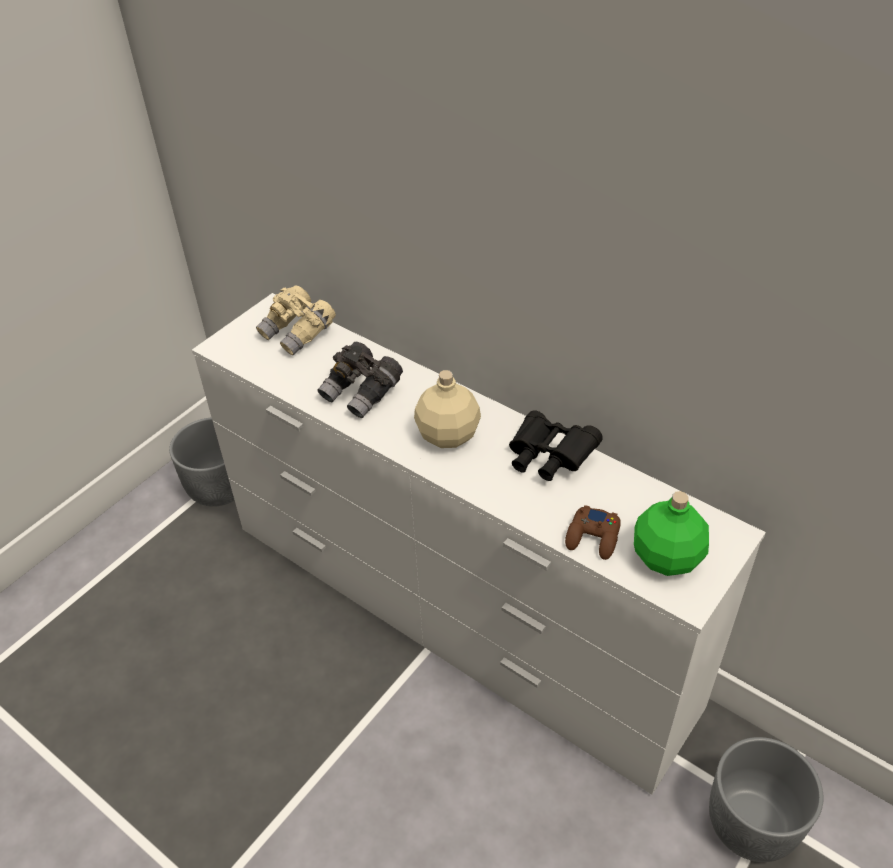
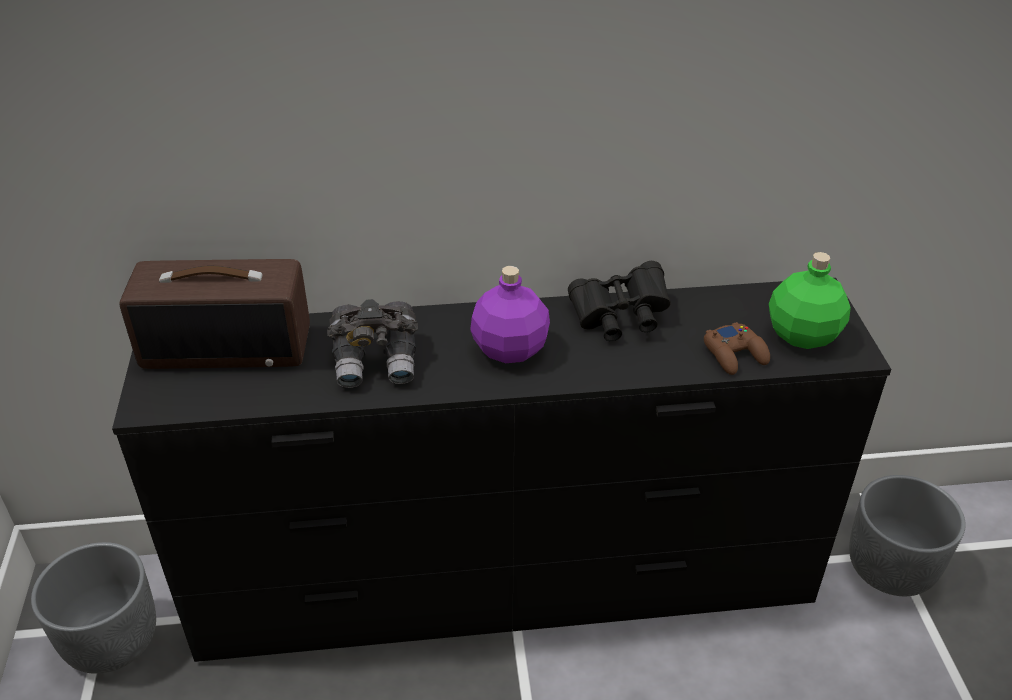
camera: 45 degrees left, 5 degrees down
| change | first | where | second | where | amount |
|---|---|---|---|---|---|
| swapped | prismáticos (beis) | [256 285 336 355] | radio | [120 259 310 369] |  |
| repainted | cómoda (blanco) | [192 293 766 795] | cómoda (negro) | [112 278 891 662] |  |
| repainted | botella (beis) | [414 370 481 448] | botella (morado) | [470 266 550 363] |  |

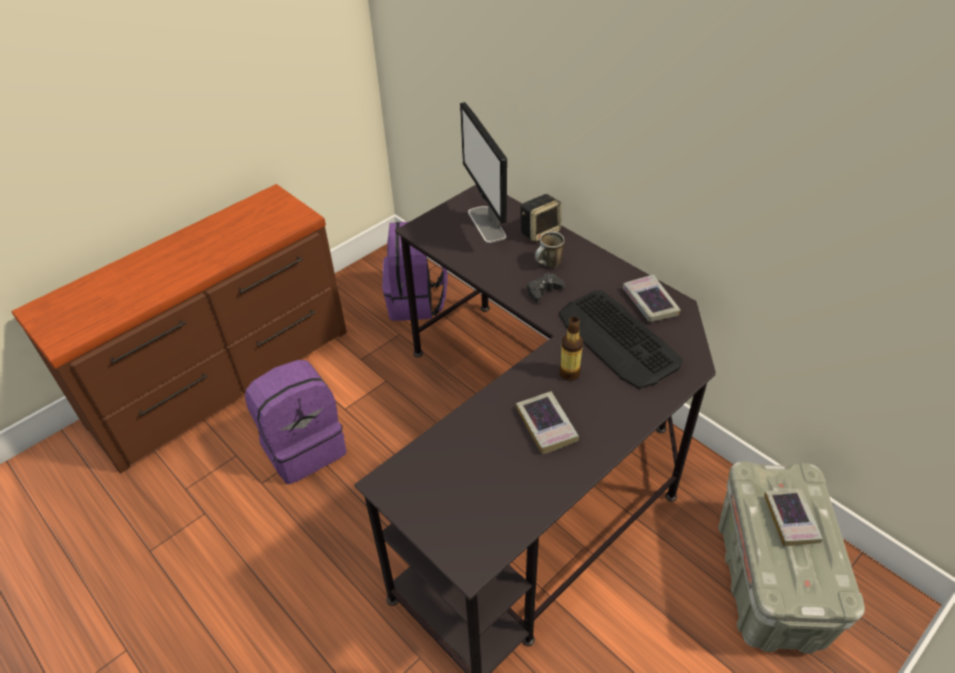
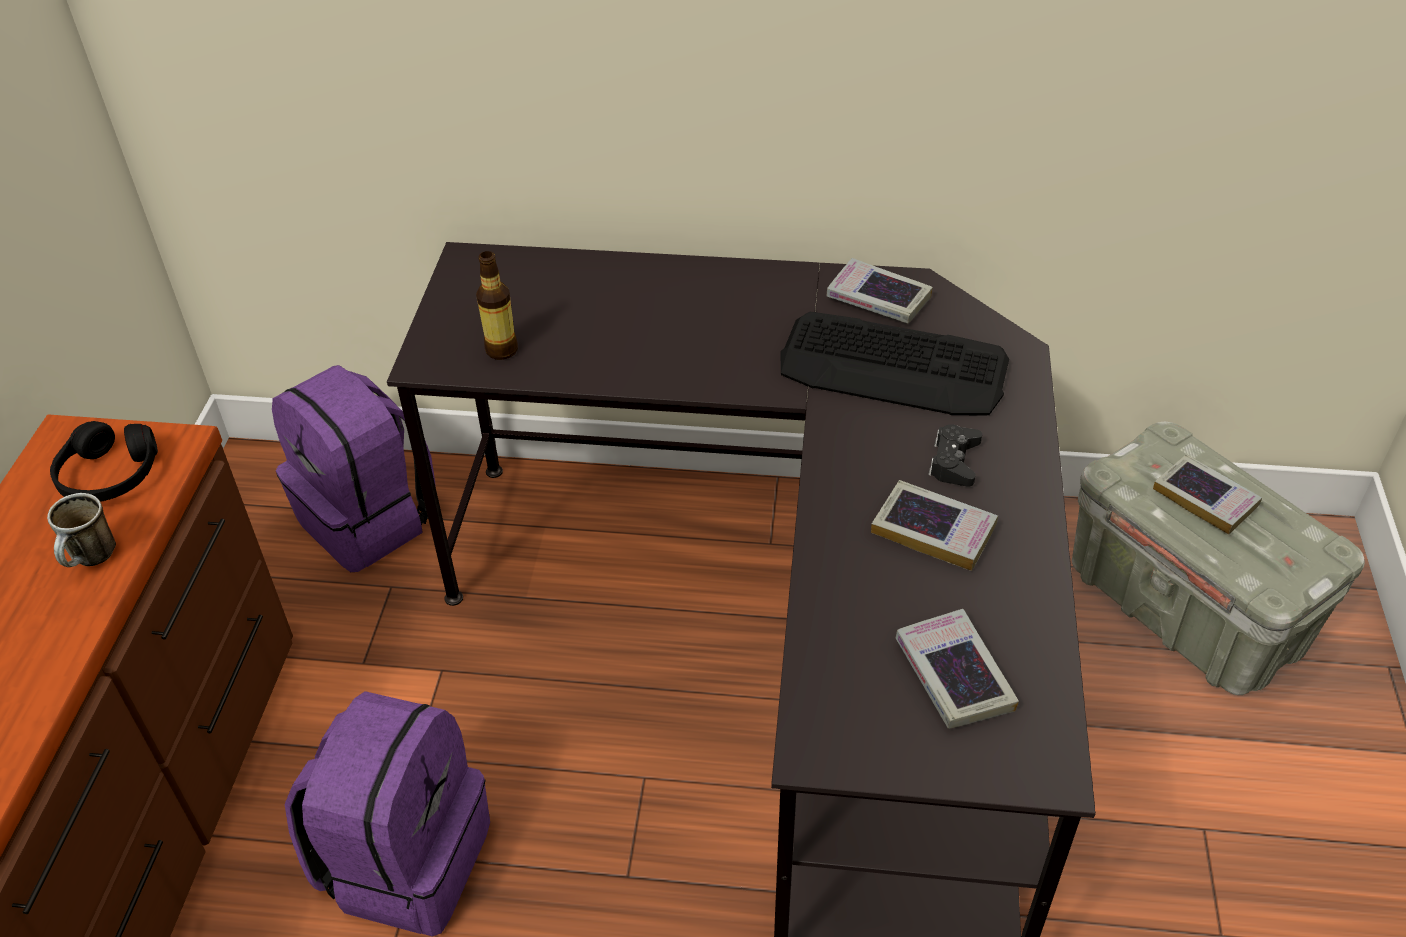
camera: 40 degrees left, 0 degrees up
| change | first | where | second | where | amount |
|---|---|---|---|---|---|
| gone | monitor | [460 102 507 243] |  |  |  |
| gone | altavoz | [520 194 561 242] |  |  |  |
| shifted | taza grande | [535 231 565 268] |  | [47 493 116 567] |  |
| shifted | mando de consola (negro) | [527 273 565 302] |  | [928 424 982 487] |  |
| shifted | botella | [559 317 583 381] |  | [476 251 518 360] |  |
| new |  |  | auriculares (negro) | [50 421 158 502] |  |
| new |  |  | libro | [896 609 1019 729] |  |

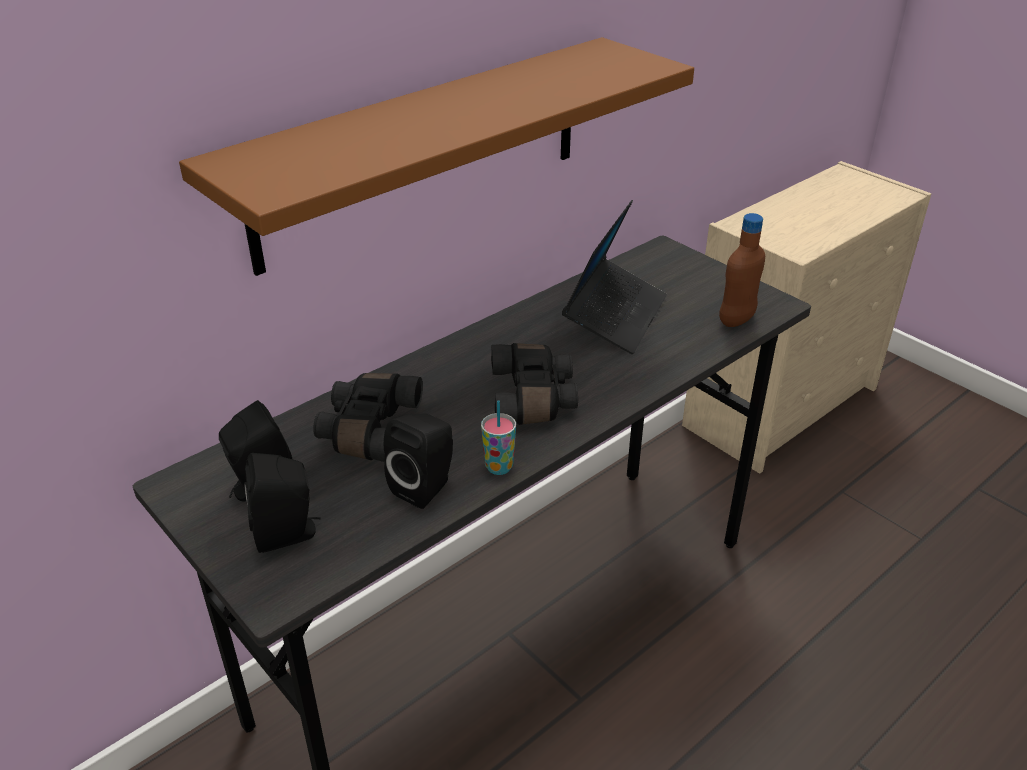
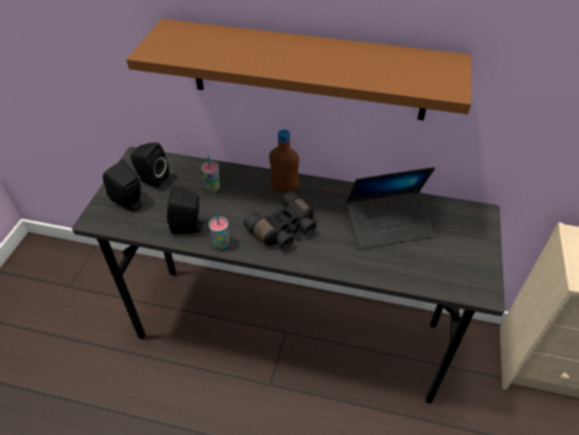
camera: 55 degrees right, 10 degrees up
| change | first | where | second | where | amount |
|---|---|---|---|---|---|
| shifted | botella (marrón) | [719 213 765 327] |  | [269 129 299 192] |  |
| swapped | prismáticos (negro) | [313 373 423 462] | taza | [201 156 220 192] |  |

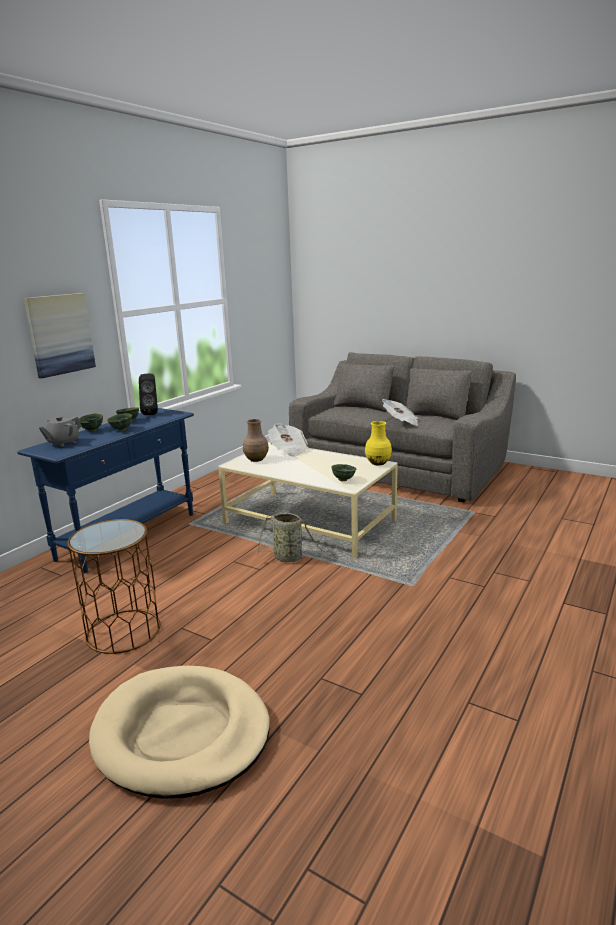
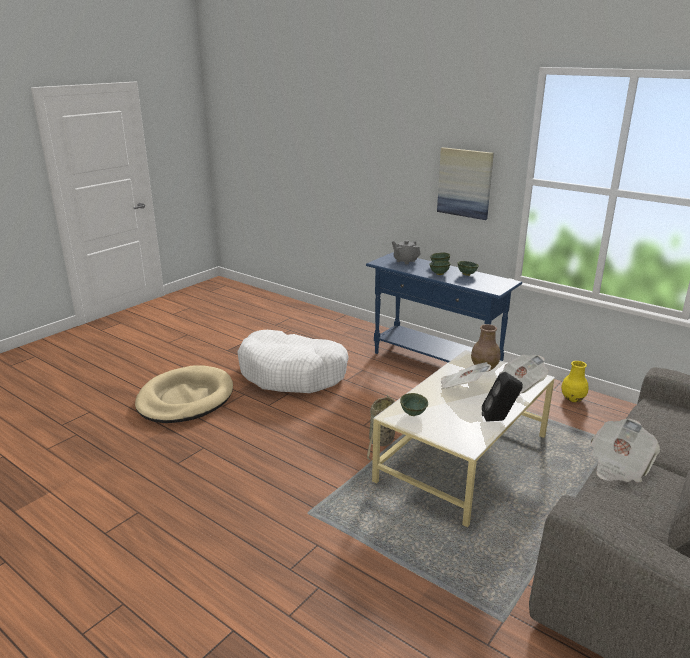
camera: 95 degrees right, 5 degrees up
| change | first | where | second | where | amount |
|---|---|---|---|---|---|
| shifted | altavoz (negro) | [139 374 158 415] |  | [482 372 523 422] |  |
| shifted | florero (amarillo) | [365 421 392 465] |  | [561 361 588 402] |  |
| swapped | mesa auxiliar (marrón) | [67 519 160 654] | cama para perro (blanco) | [237 330 349 393] |  |
| new |  |  | periódico | [441 362 491 389] |  |

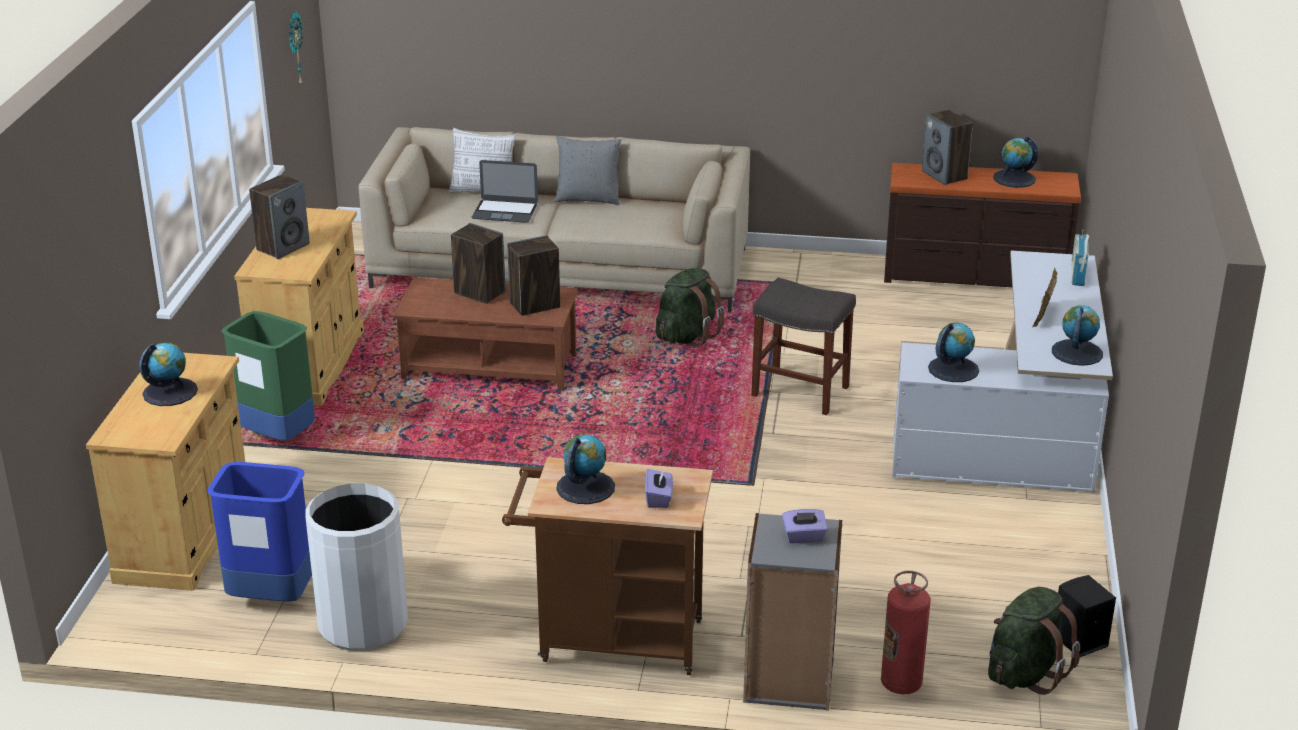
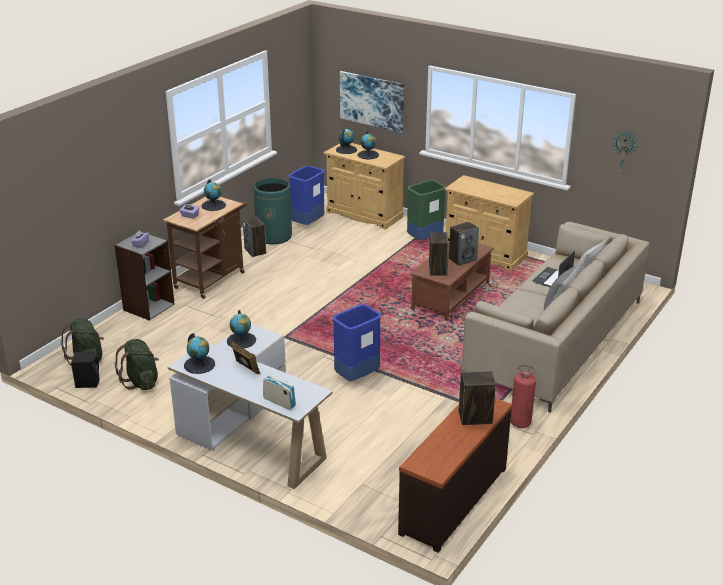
camera: 115 degrees right, 0 degrees up
| change | first | where | second | where | amount |
|---|---|---|---|---|---|
| shifted | globo terráqueo | [993 136 1039 188] |  | [336 129 357 154] |  |
| shifted | altavoz | [249 175 310 259] |  | [243 216 266 257] |  |
| shifted | mochila (verde) | [656 268 724 348] |  | [114 339 159 390] |  |
| swapped | taburete (gris) | [751 278 856 415] | papelera (azul) | [332 304 382 381] |  |
| repainted | papelera (blanco) | [305 483 408 651] | papelera (verde) | [253 178 292 245] |  |
| shifted | extintor | [881 571 931 694] |  | [510 365 536 428] |  |
| new |  |  | cuadro | [340 71 404 133] |  |

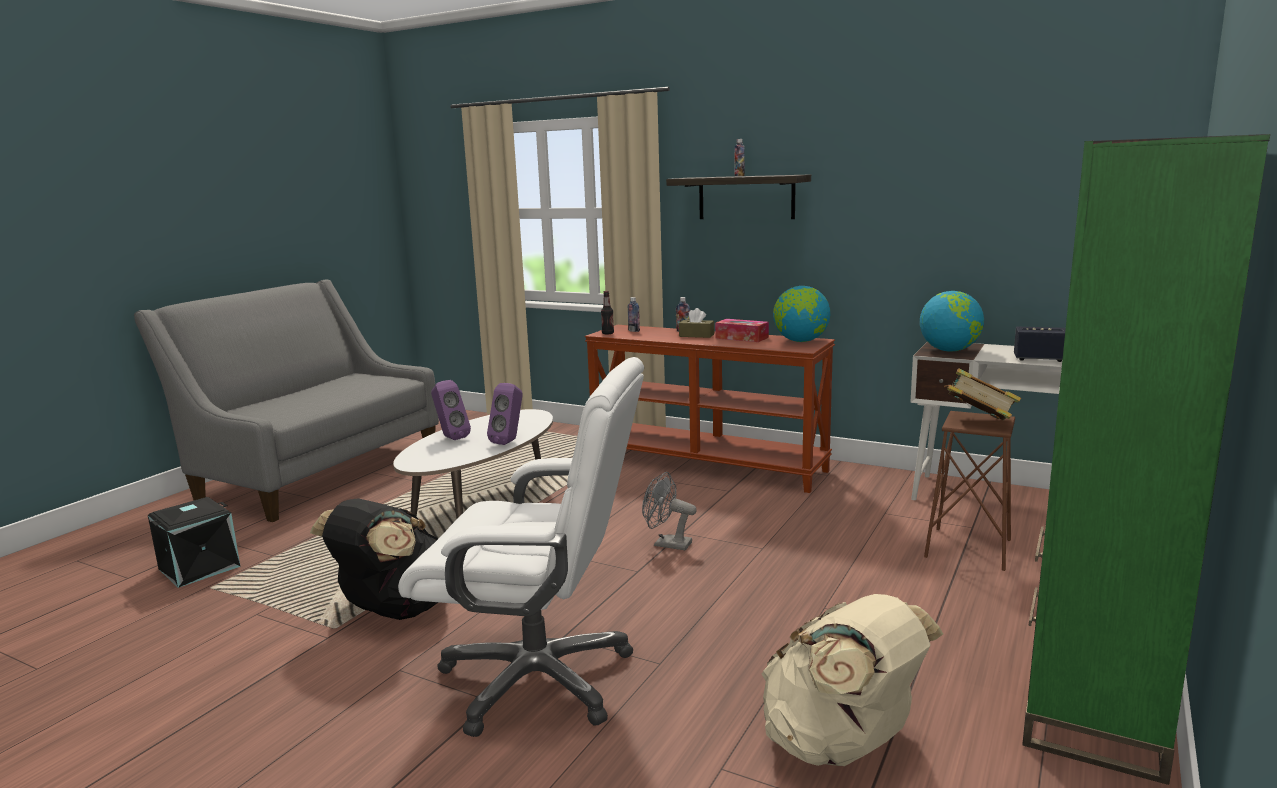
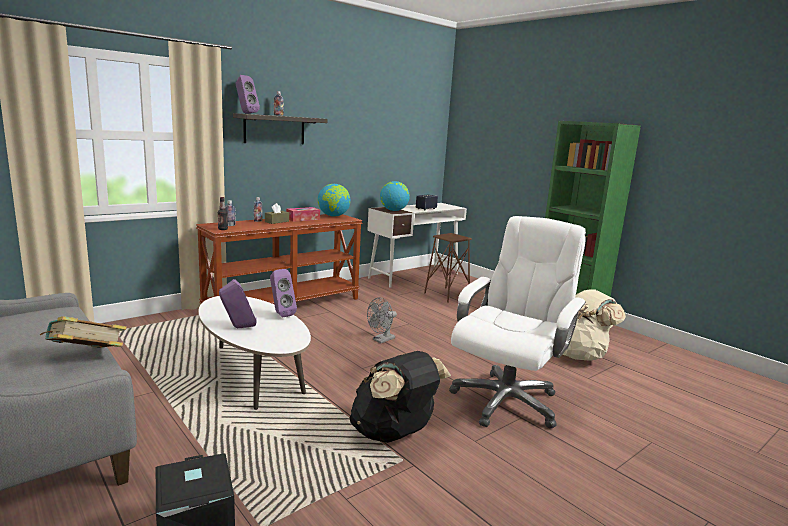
camera: 70 degrees left, 0 degrees up
| change | first | where | second | where | amount |
|---|---|---|---|---|---|
| shifted | libro | [944 368 1021 420] |  | [40 316 127 348] |  |
| new |  |  | altavoz (morado) | [236 75 260 114] |  |

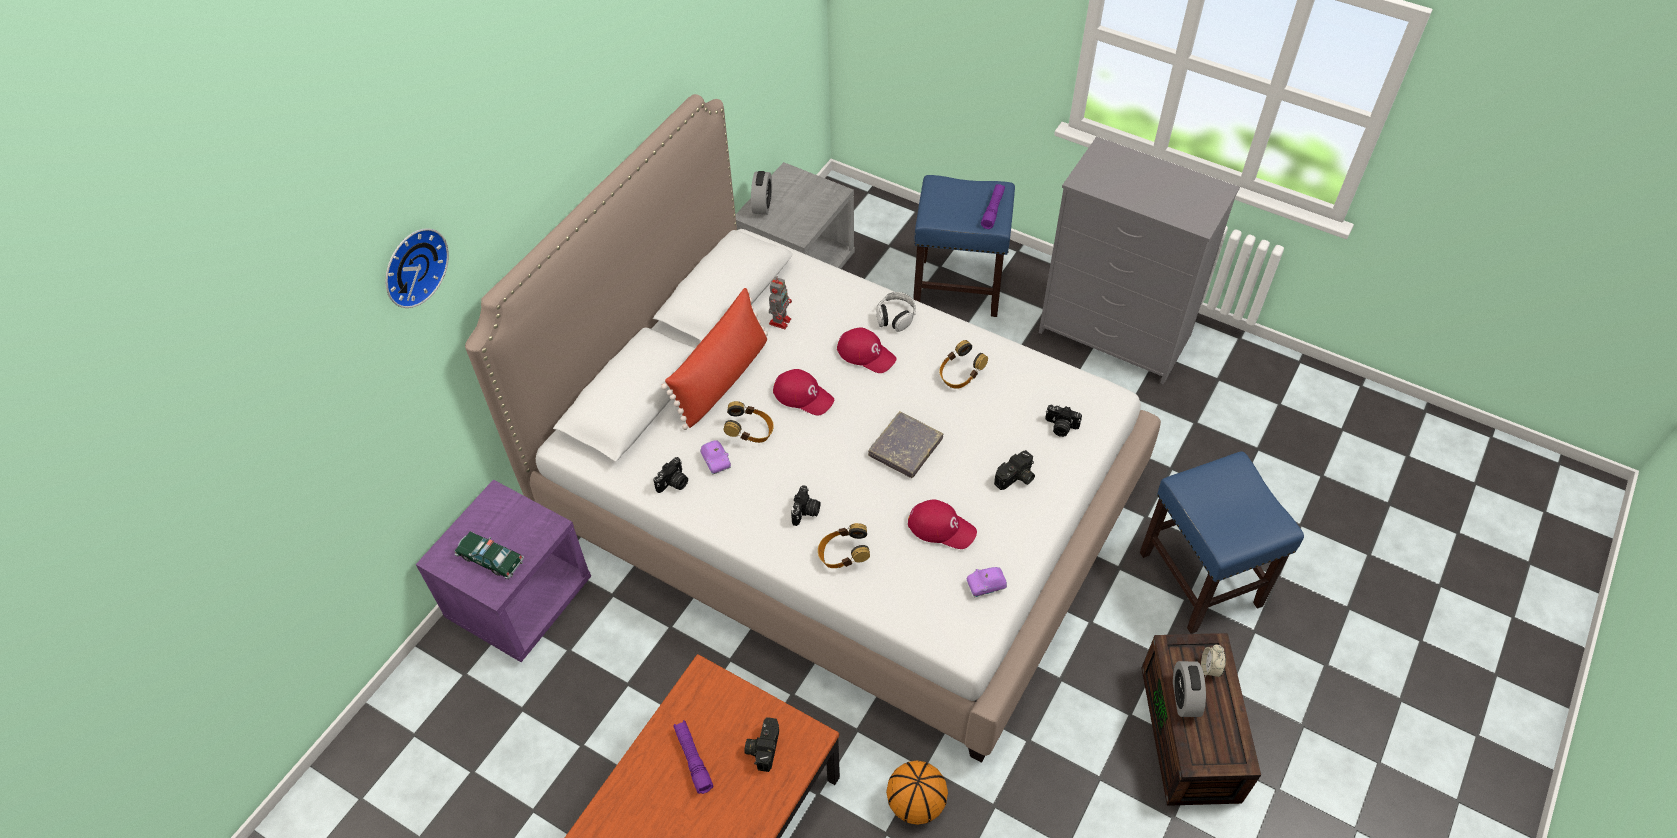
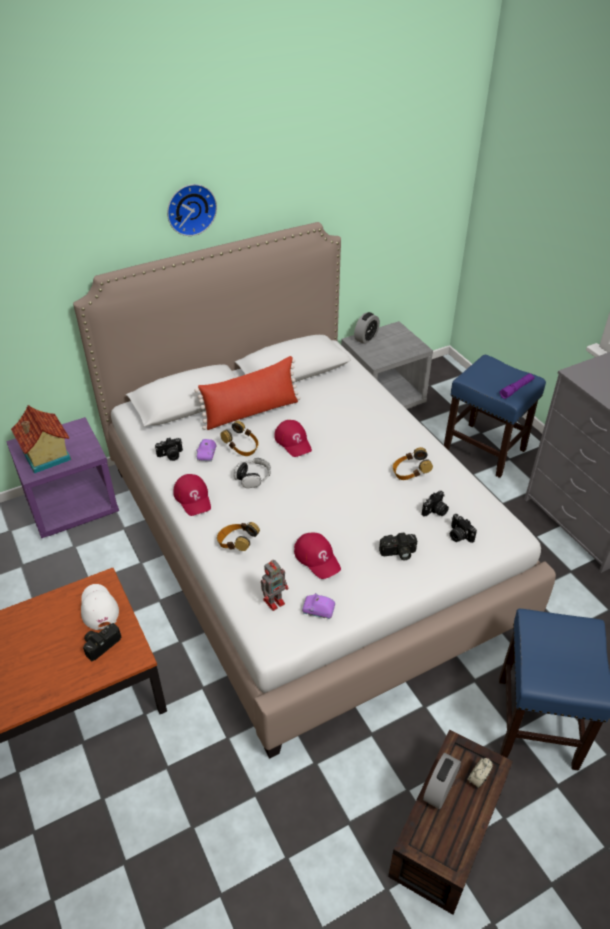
camera: 30 degrees right, 10 degrees down
| change | first | where | second | where | amount |
|---|---|---|---|---|---|
| shifted | reloj de pared | [386 228 449 308] |  | [167 184 217 236] |  |
| shifted | robot de juguete | [769 276 792 329] |  | [261 560 288 611] |  |
| shifted | auriculares | [876 292 916 332] |  | [234 458 271 488] |  |
| shifted | gorra (rojo) | [837 327 897 373] |  | [173 474 211 516] |  |
| gone | libro (gris) | [868 411 943 478] |  |  |  |
| shifted | cámara | [791 485 821 526] |  | [422 491 449 517] |  |
| swapped | coche de juguete | [454 531 524 579] | casita | [11 405 71 474] |  |
| gone | linterna (morado) | [673 720 714 794] |  |  |  |
| gone | balón de baloncesto | [886 761 948 825] |  |  |  |
| new |  |  | gorra (blanco) | [81 584 119 630] |  |

